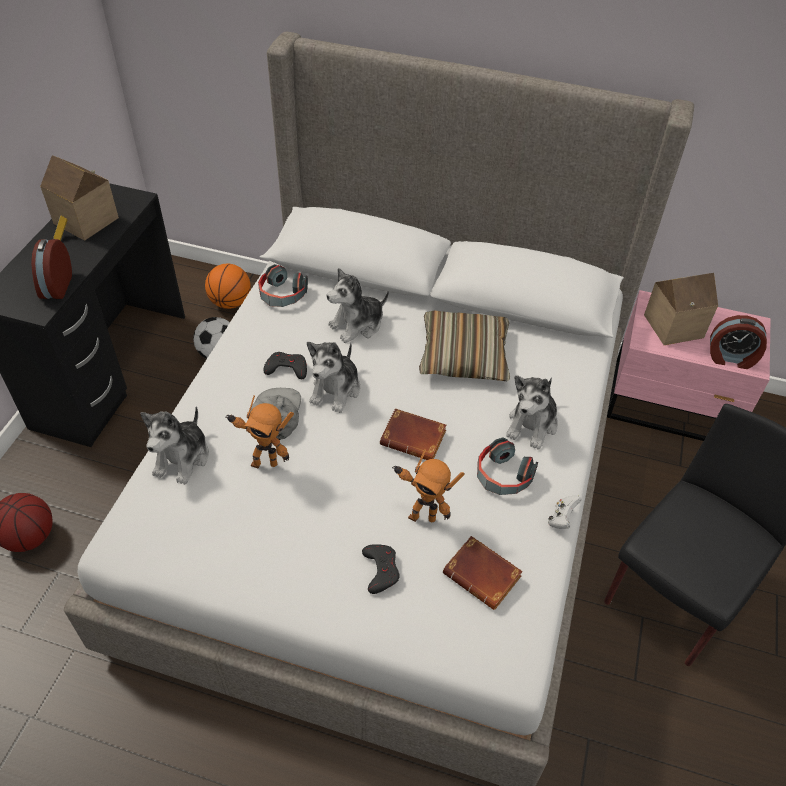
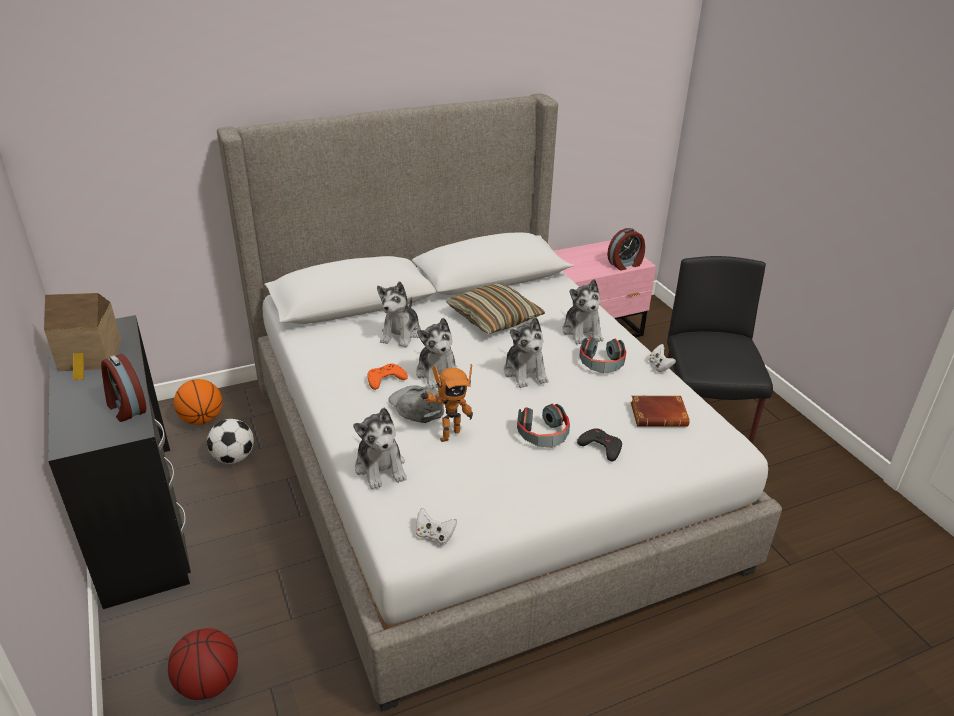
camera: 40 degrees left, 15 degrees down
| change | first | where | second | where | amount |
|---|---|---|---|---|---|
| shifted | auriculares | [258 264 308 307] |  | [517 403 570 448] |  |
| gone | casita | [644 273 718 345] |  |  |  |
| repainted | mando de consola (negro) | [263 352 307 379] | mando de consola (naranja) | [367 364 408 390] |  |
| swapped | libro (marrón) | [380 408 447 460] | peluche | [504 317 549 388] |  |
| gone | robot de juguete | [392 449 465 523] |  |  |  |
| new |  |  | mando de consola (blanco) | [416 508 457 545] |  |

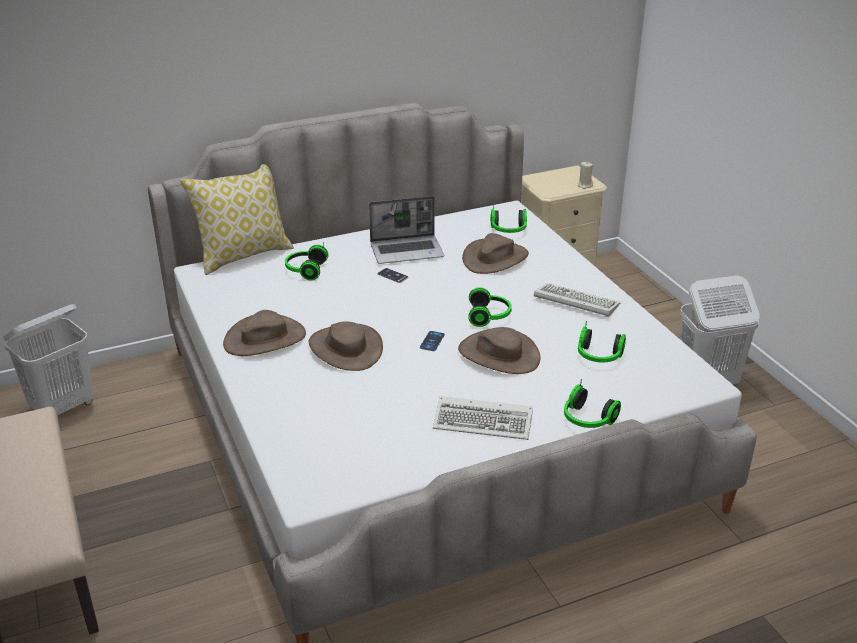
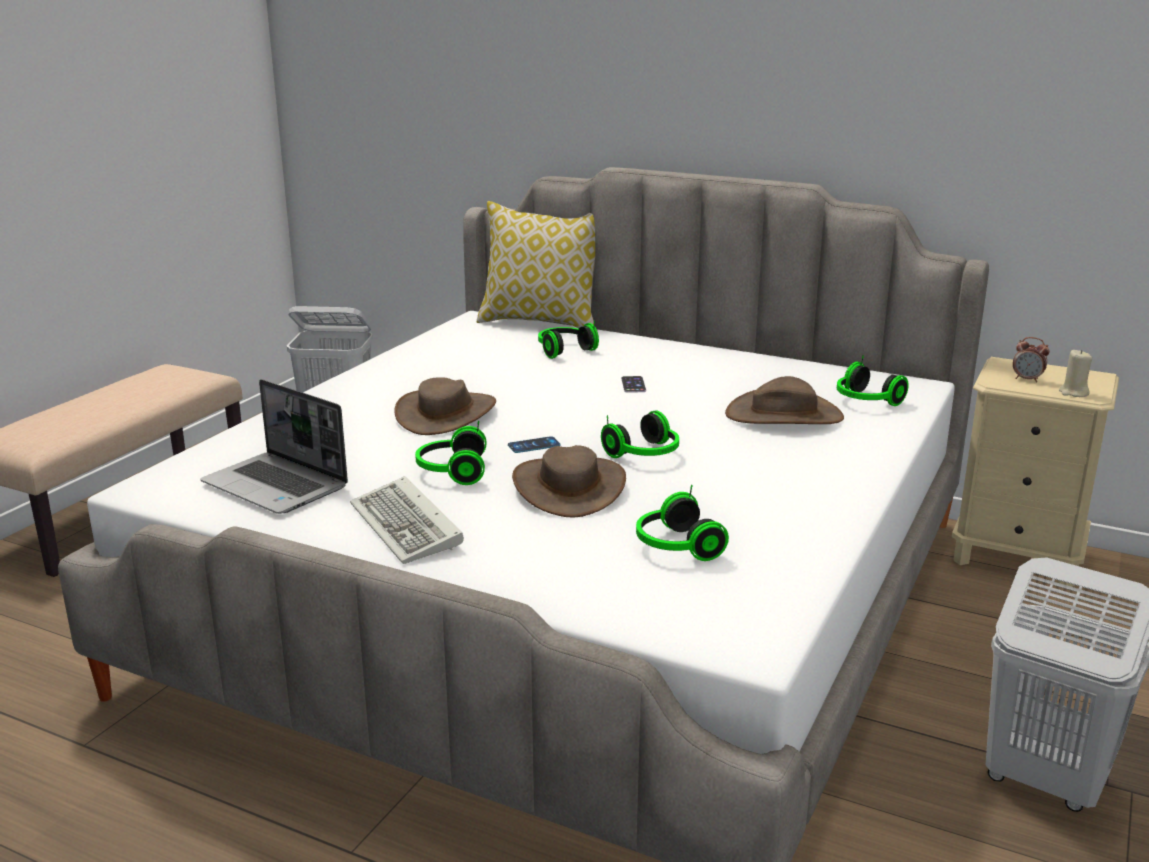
camera: 50 degrees right, 10 degrees down
| change | first | where | second | where | amount |
|---|---|---|---|---|---|
| shifted | portátil | [369 196 444 264] |  | [200 379 348 514] |  |
| gone | teclado | [534 283 620 317] |  |  |  |
| gone | sombrero (marrón) | [223 310 306 356] |  |  |  |
| shifted | auriculares | [564 379 621 428] |  | [415 420 487 485] |  |
| new |  |  | despertador | [1013 337 1050 383] |  |

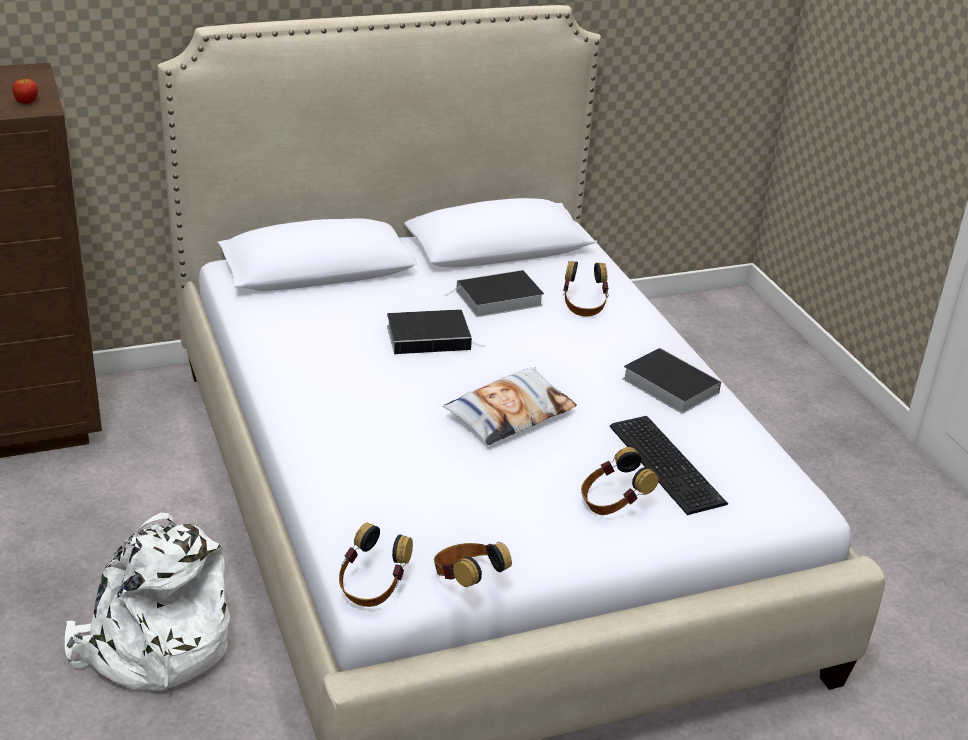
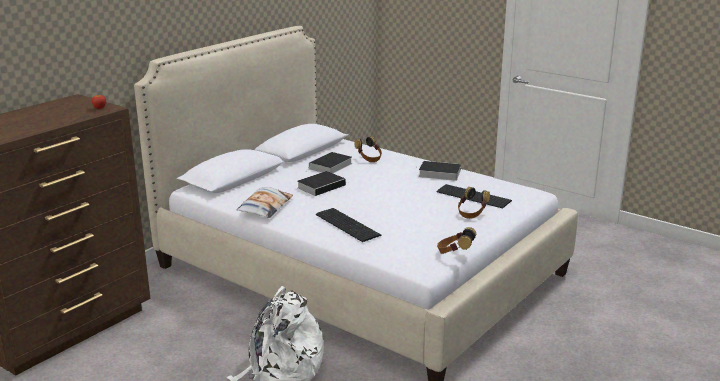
camera: 30 degrees left, 10 degrees down
| change | first | where | second | where | amount |
|---|---|---|---|---|---|
| shifted | cojín | [443 367 577 445] |  | [237 187 293 218] |  |
| gone | auriculares | [339 523 413 607] |  |  |  |
| new |  |  | teclado | [316 208 382 242] |  |

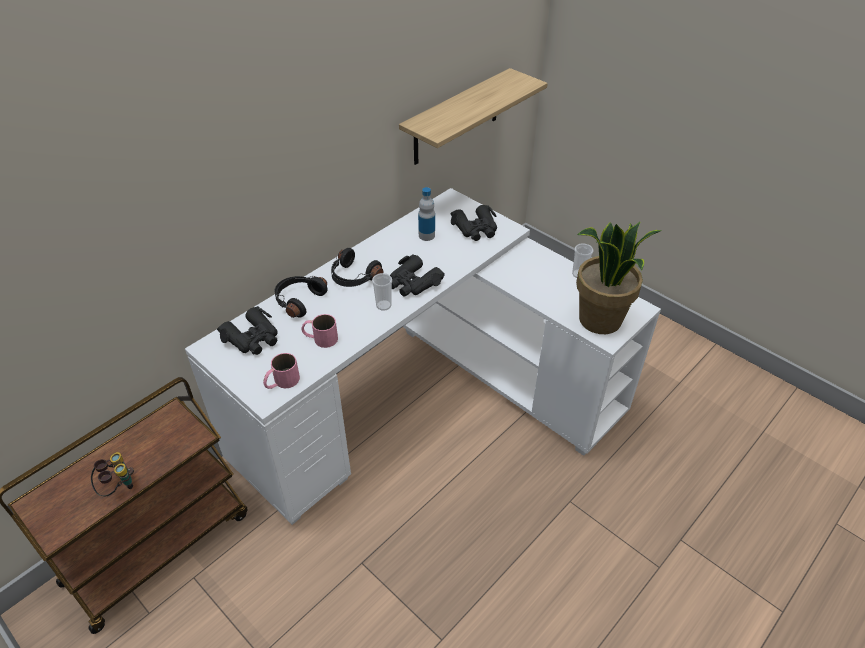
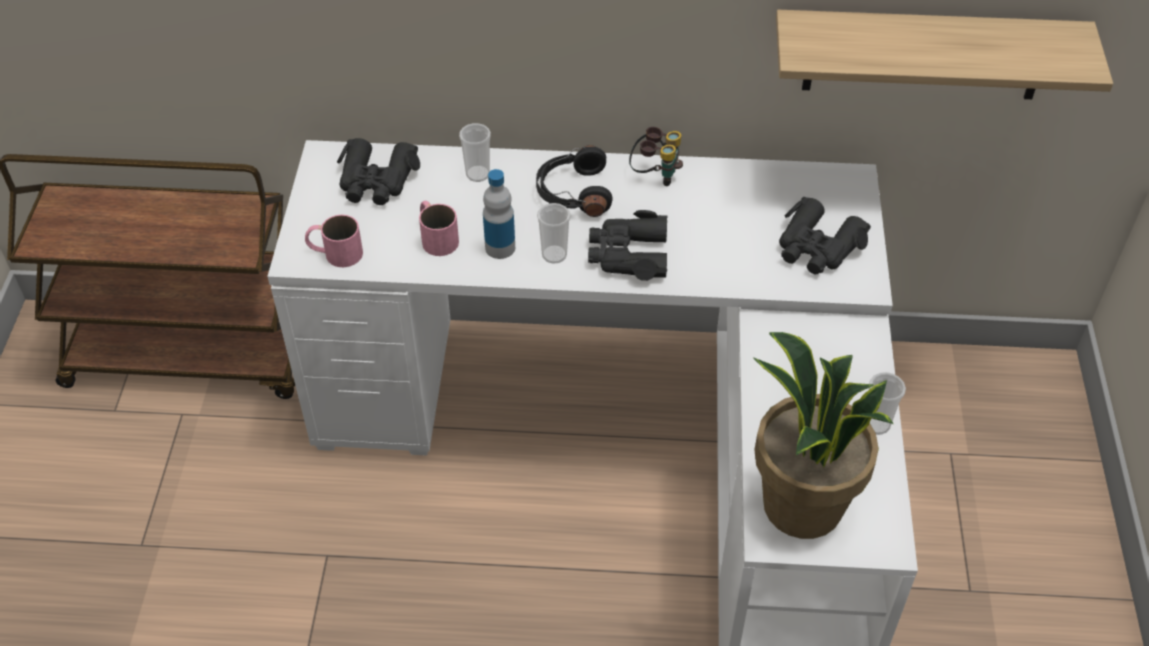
camera: 50 degrees right, 5 degrees up
| change | first | where | second | where | amount |
|---|---|---|---|---|---|
| shifted | botella | [418 187 435 241] |  | [483 169 515 259] |  |
| swapped | auriculares (negro) | [274 276 328 318] | taza | [459 123 491 182] |  |
| shifted | prismáticos | [91 452 134 496] |  | [629 127 683 186] |  |

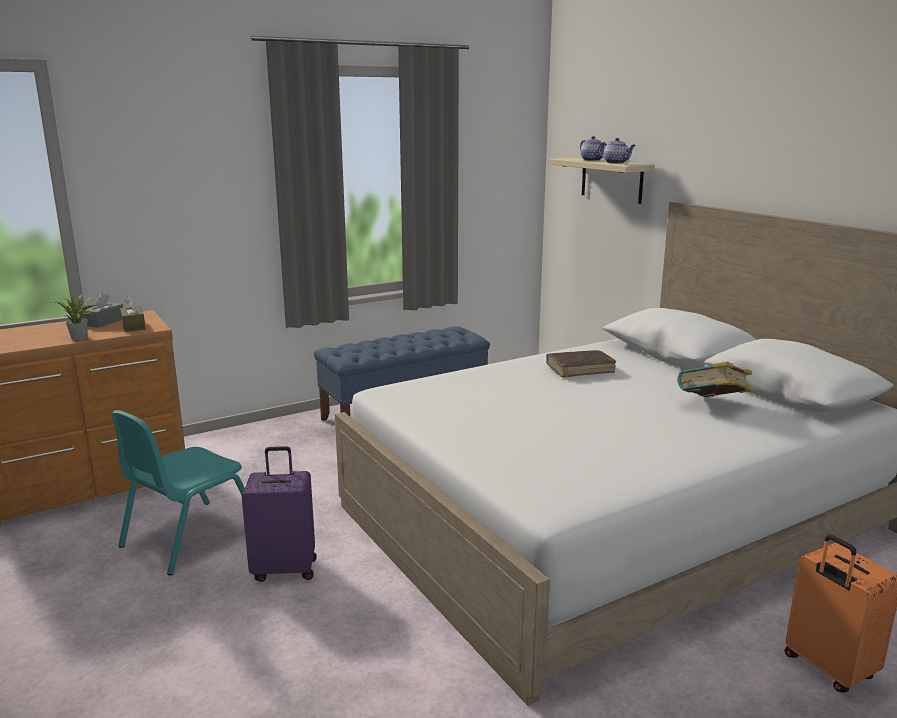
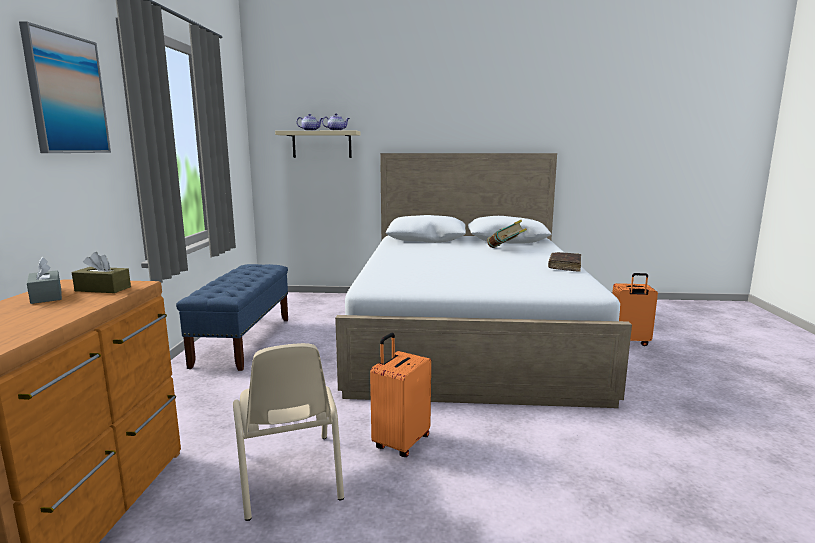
camera: 55 degrees left, 5 degrees down
| change | first | where | second | where | amount |
|---|---|---|---|---|---|
| gone | planta en maceta | [56 293 97 340] |  |  |  |
| shifted | libro (marrón) | [546 350 616 378] |  | [548 252 581 272] |  |
| repainted | silla (turquesa) | [111 410 245 576] | silla (beis) | [233 343 344 521] |  |
| repainted | maleta (morado) | [242 446 317 582] | maleta (naranja) | [370 333 431 457] |  |
| new |  |  | cuadro | [19 21 111 153] |  |

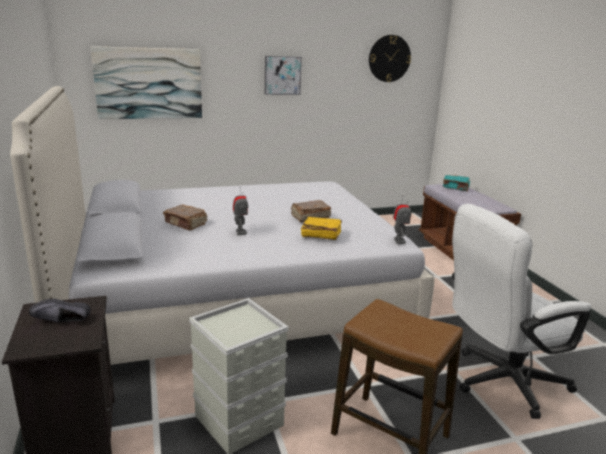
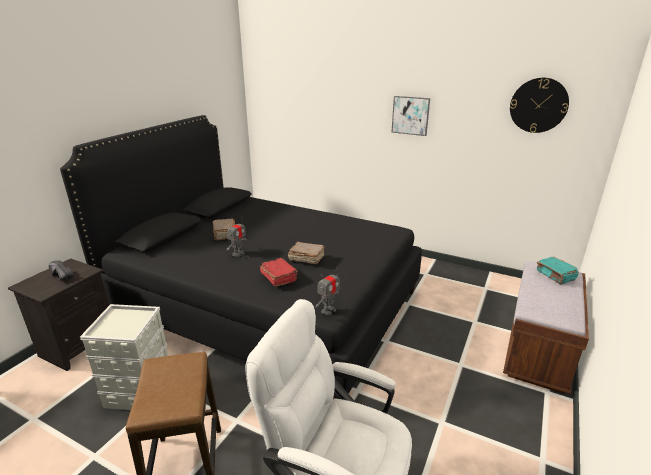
camera: 45 degrees right, 5 degrees up
| change | first | where | second | where | amount |
|---|---|---|---|---|---|
| gone | cuadro | [91 46 202 119] |  |  |  |
| repainted | cama (blanco) | [10 86 434 365] | cama (negro) | [60 115 422 399] |  |
| repainted | libro (amarillo) | [301 216 342 240] | libro (rojo) | [260 258 298 287] |  |

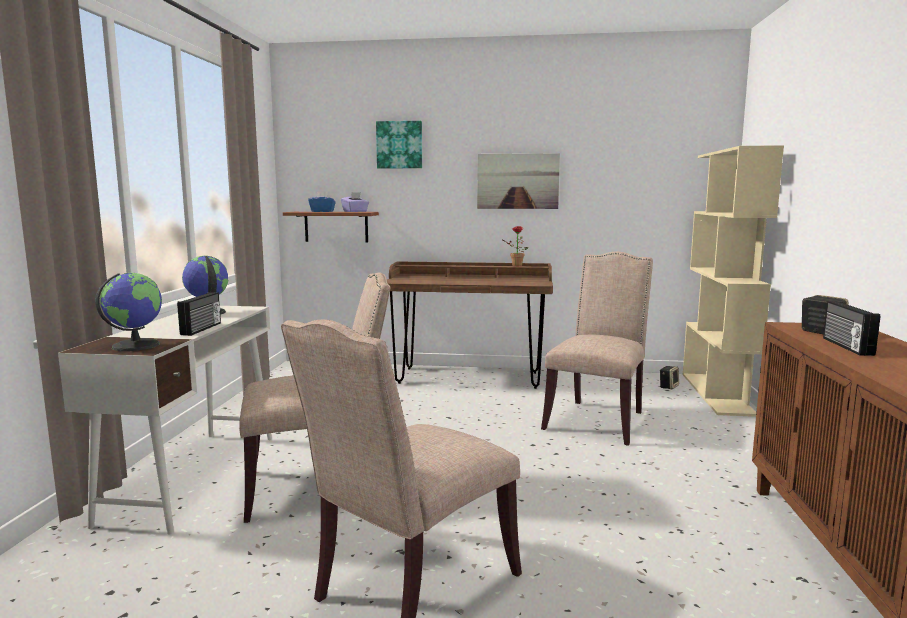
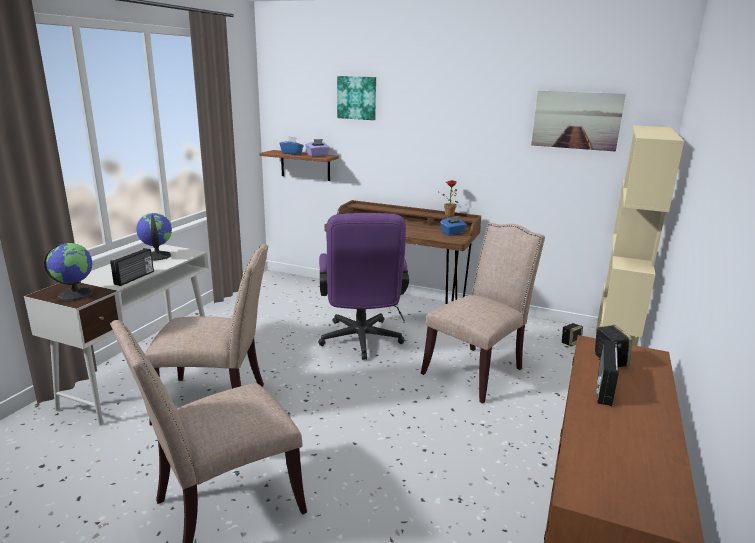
camera: 15 degrees right, 10 degrees up
| change | first | where | second | where | amount |
|---|---|---|---|---|---|
| shifted | cuadro | [477 153 560 209] |  | [531 90 626 152] |  |
| new |  |  | silla de oficina (morado) | [318 213 409 360] |  |
| new |  |  | caja de pañuelos (azul) | [440 216 467 236] |  |

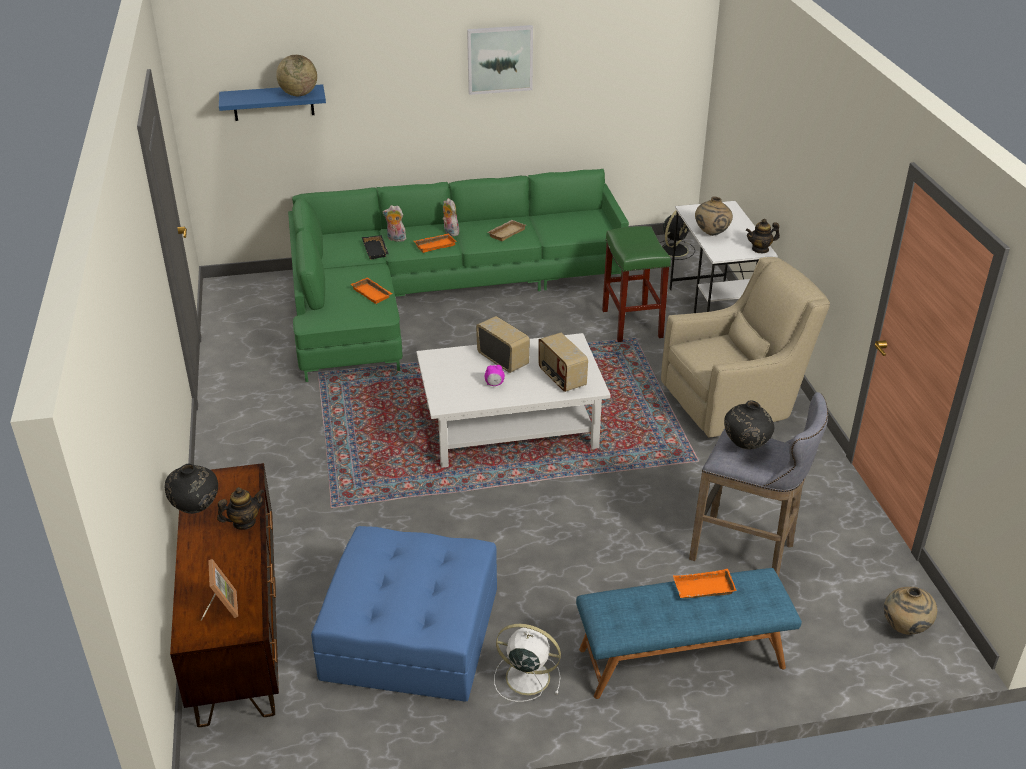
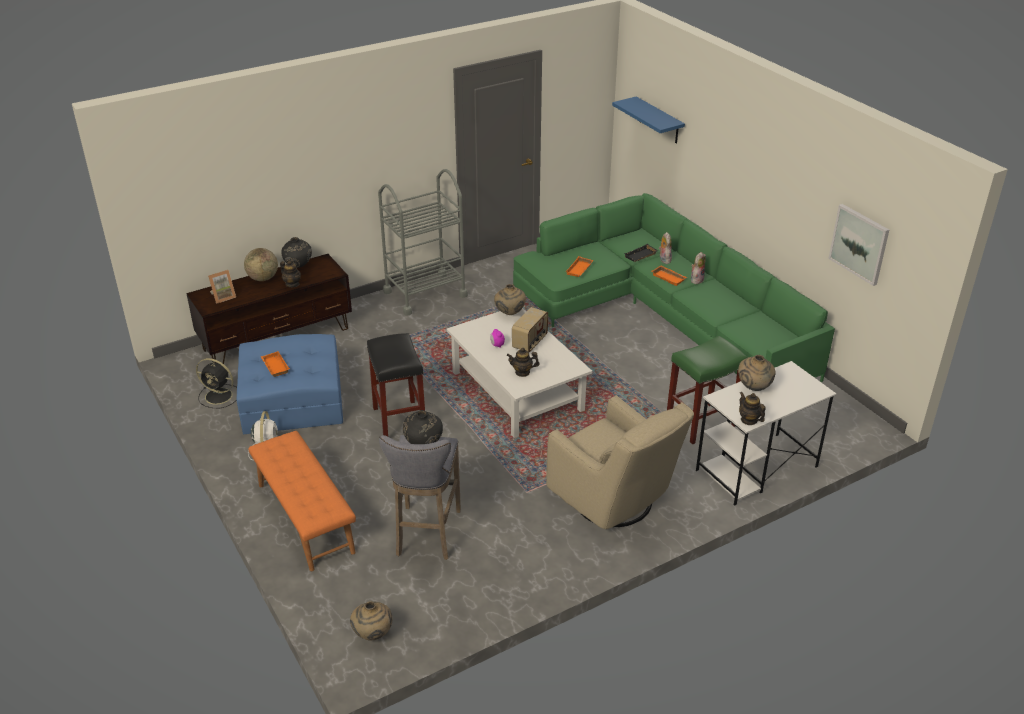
camera: 70 degrees right, 0 degrees up
| change | first | where | second | where | amount |
|---|---|---|---|---|---|
| shifted | cuadro | [467 25 533 95] |  | [828 204 889 286] |  |
| shifted | globo terráqueo | [276 55 317 96] |  | [244 248 278 281] |  |
| shifted | ventilador (negro) | [660 210 695 260] |  | [196 358 237 408] |  |
| gone | bandeja (beis) | [488 220 526 241] |  |  |  |
| swapped | radio | [539 332 588 392] | tetera | [507 348 540 377] |  |
| repainted | banco (azul) | [576 568 802 699] | banco (naranja) | [248 431 356 571] |  |
| shifted | bandeja (naranja) | [673 569 737 598] |  | [261 351 290 377] |  |
| new |  |  | carrito (gris) | [378 169 468 316] |  |
| new |  |  | florero (beis) | [494 284 526 315] |  |
| new |  |  | taburete (negro) | [367 333 425 436] |  |

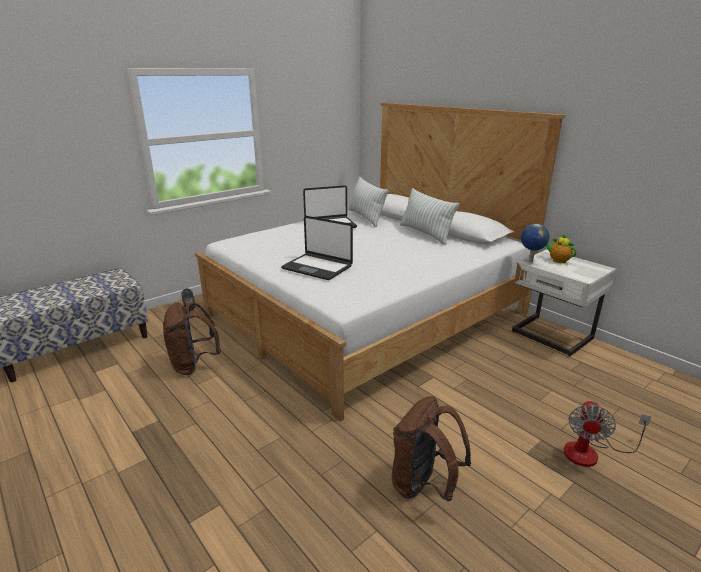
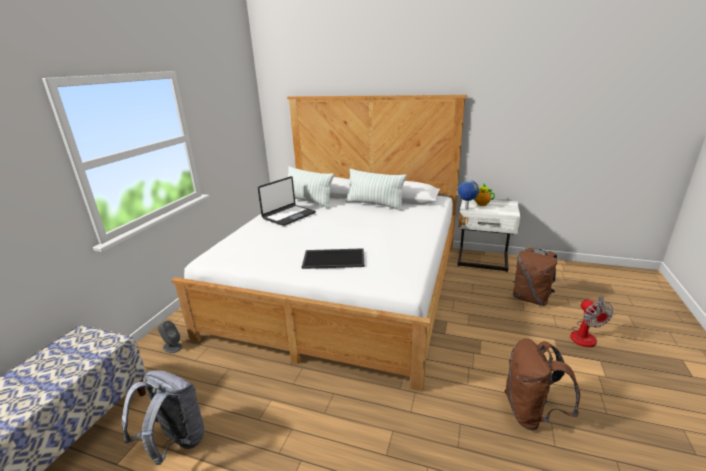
camera: 30 degrees left, 0 degrees up
| change | first | where | second | where | amount |
|---|---|---|---|---|---|
| swapped | portátil | [281 216 353 280] | bandeja | [302 248 365 269] |  |
| shifted | mochila (marrón) | [163 302 221 375] |  | [513 248 557 306] |  |
| new |  |  | mochila (gris) | [122 370 204 465] |  |

